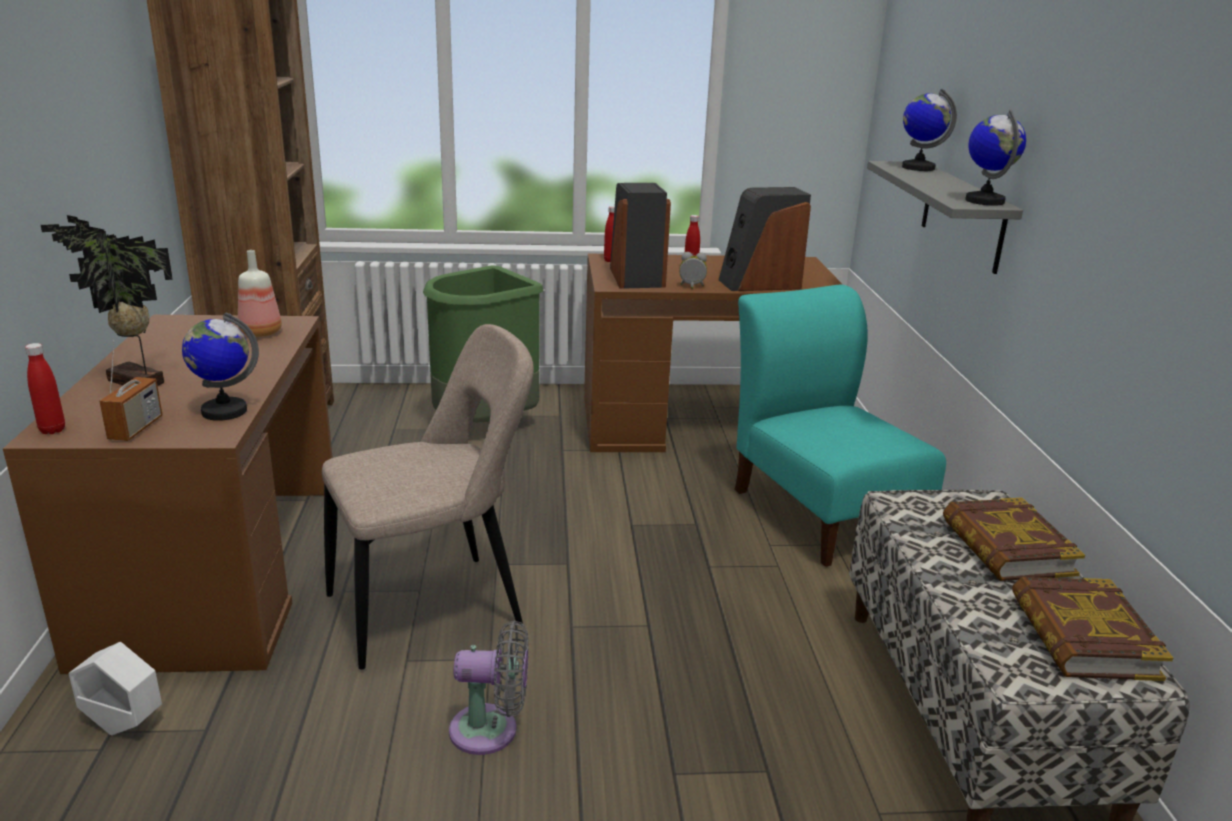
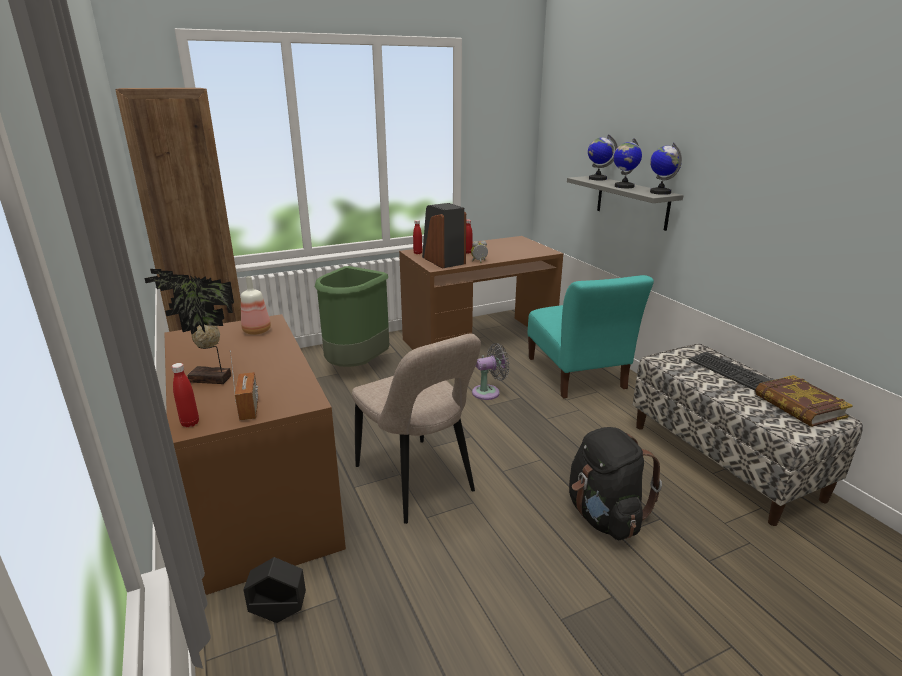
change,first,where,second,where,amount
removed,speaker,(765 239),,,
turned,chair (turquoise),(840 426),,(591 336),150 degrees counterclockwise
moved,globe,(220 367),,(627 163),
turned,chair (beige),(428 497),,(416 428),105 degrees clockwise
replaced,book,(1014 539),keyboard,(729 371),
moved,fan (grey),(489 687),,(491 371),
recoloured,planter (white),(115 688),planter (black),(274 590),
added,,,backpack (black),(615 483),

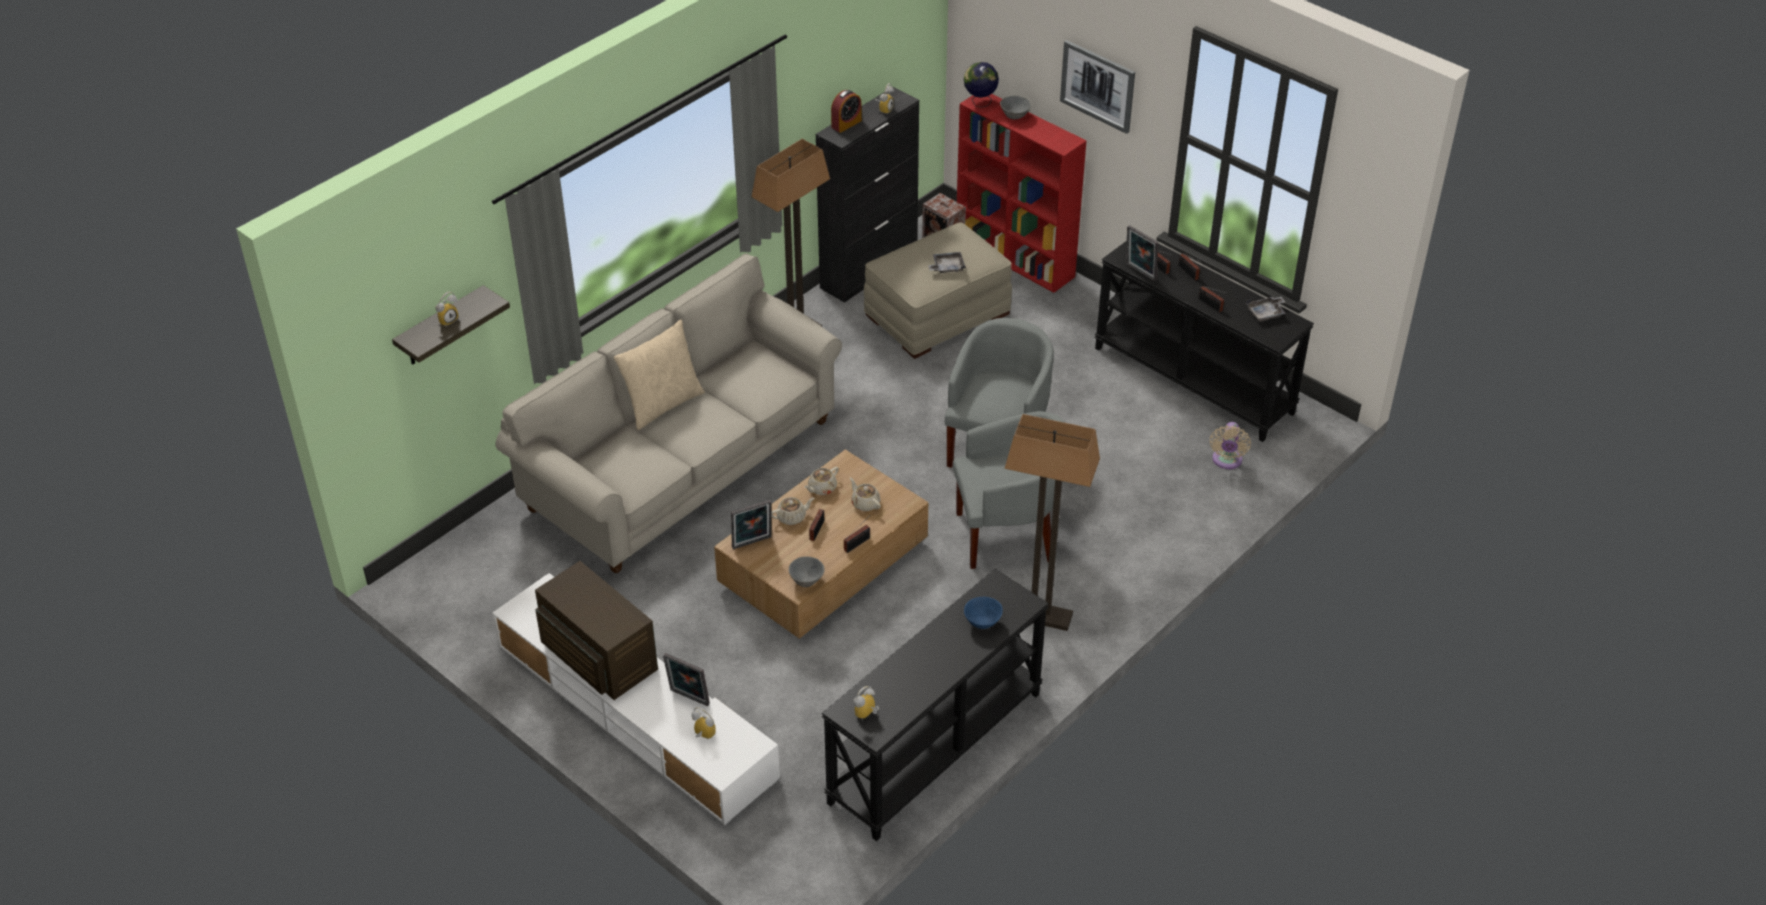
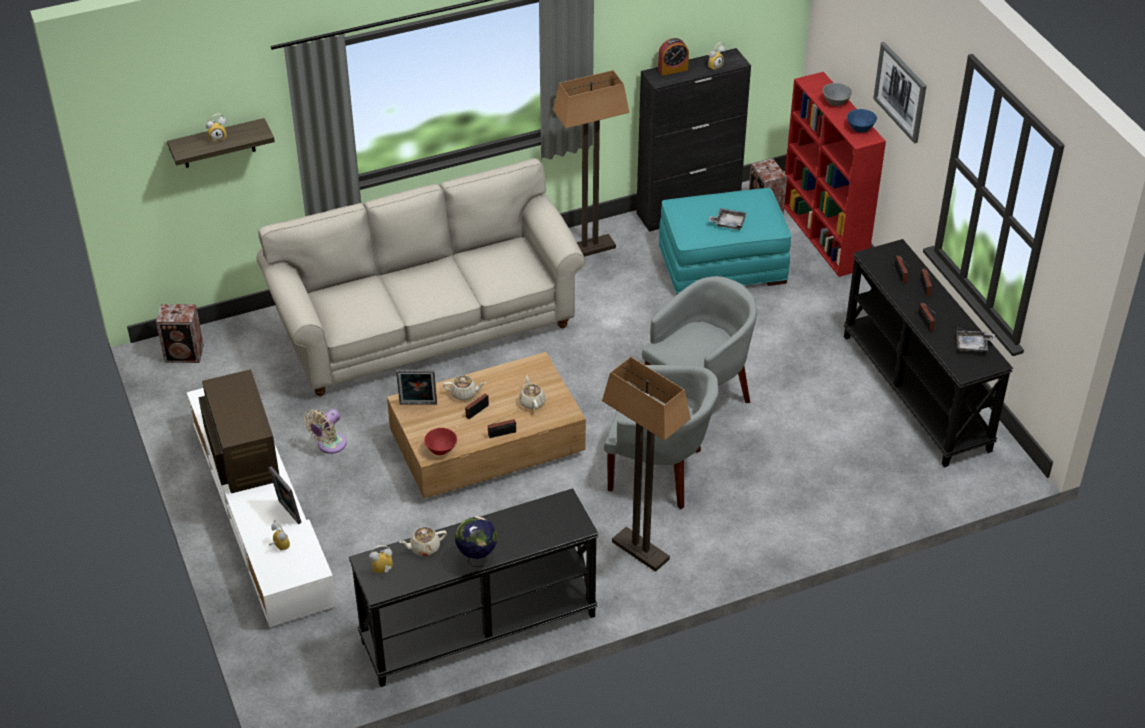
change,first,where,second,where,amount
moved,globe,(981 84),,(476 541),
recoloured,ottoman (beige),(938 290),ottoman (turquoise),(725 241),
removed,picture frame,(1142 253),,,
removed,pillow (beige),(659 375),,,
moved,fan (beige),(1230 445),,(325 431),
moved,teapot (beige),(821 481),,(423 541),
recoloured,bowl (grey),(807 571),bowl (red),(440 441),
moved,bowl (blue),(983 613),,(862 121),
added,,,speaker,(180 333),

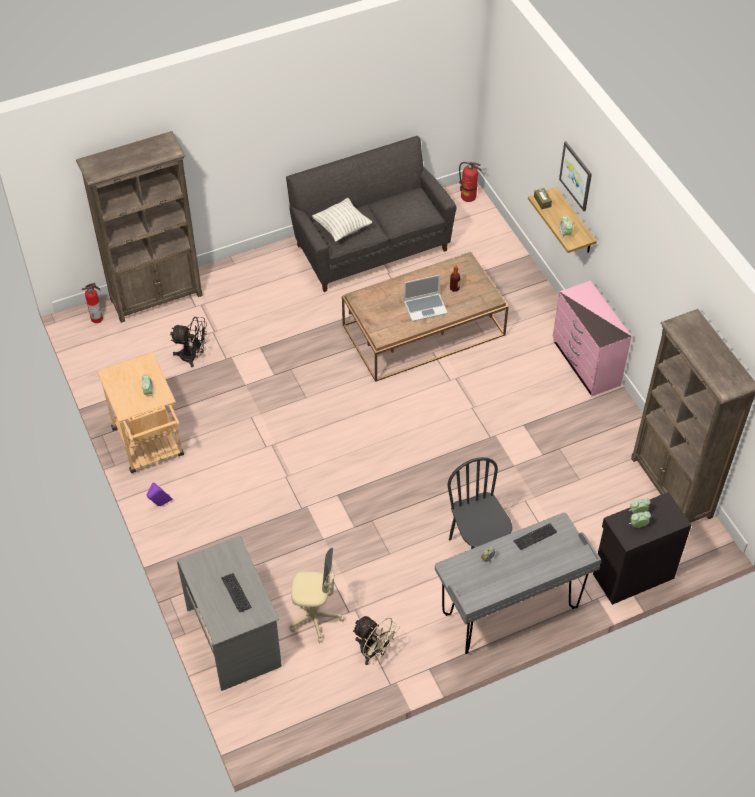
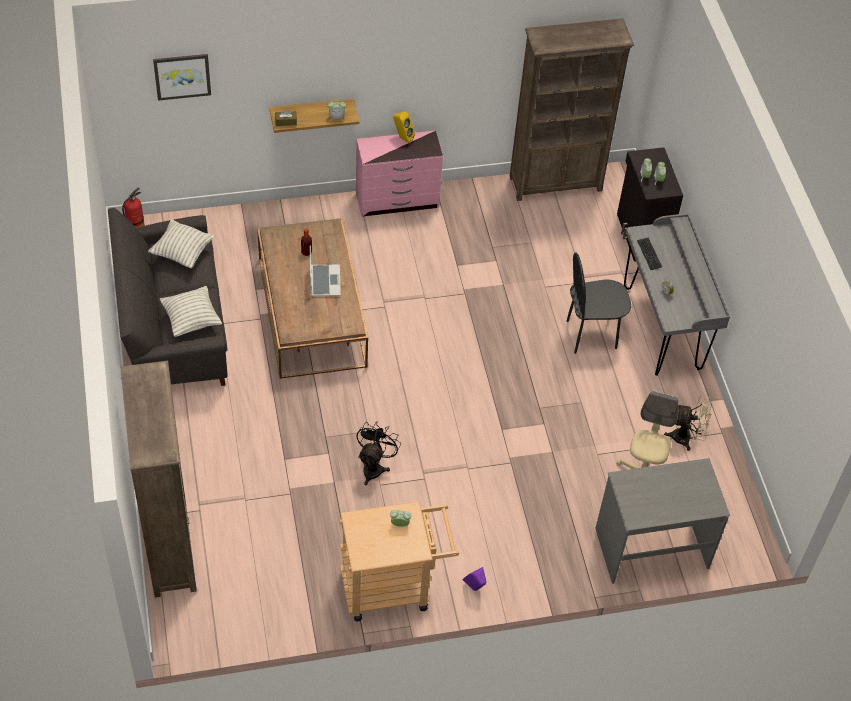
change,first,where,second,where,amount
moved,picture,(575 176),,(182 77),
removed,fire extinguisher,(92 303),,,
moved,fan (black),(188 342),,(378 453),
removed,keyboard,(236 592),,,
turned,fan (beige),(376 640),,(688 423),45 degrees clockwise
added,,,speaker (yellow),(404 127),
added,,,pillow,(181 244),

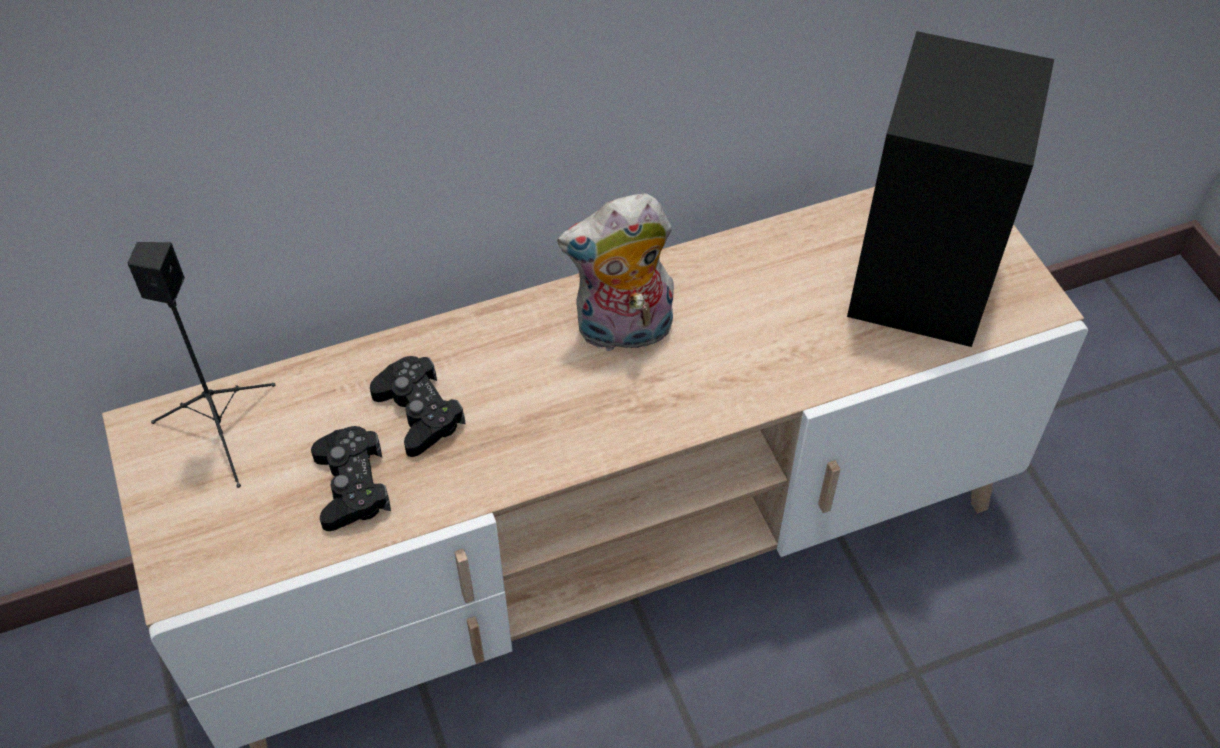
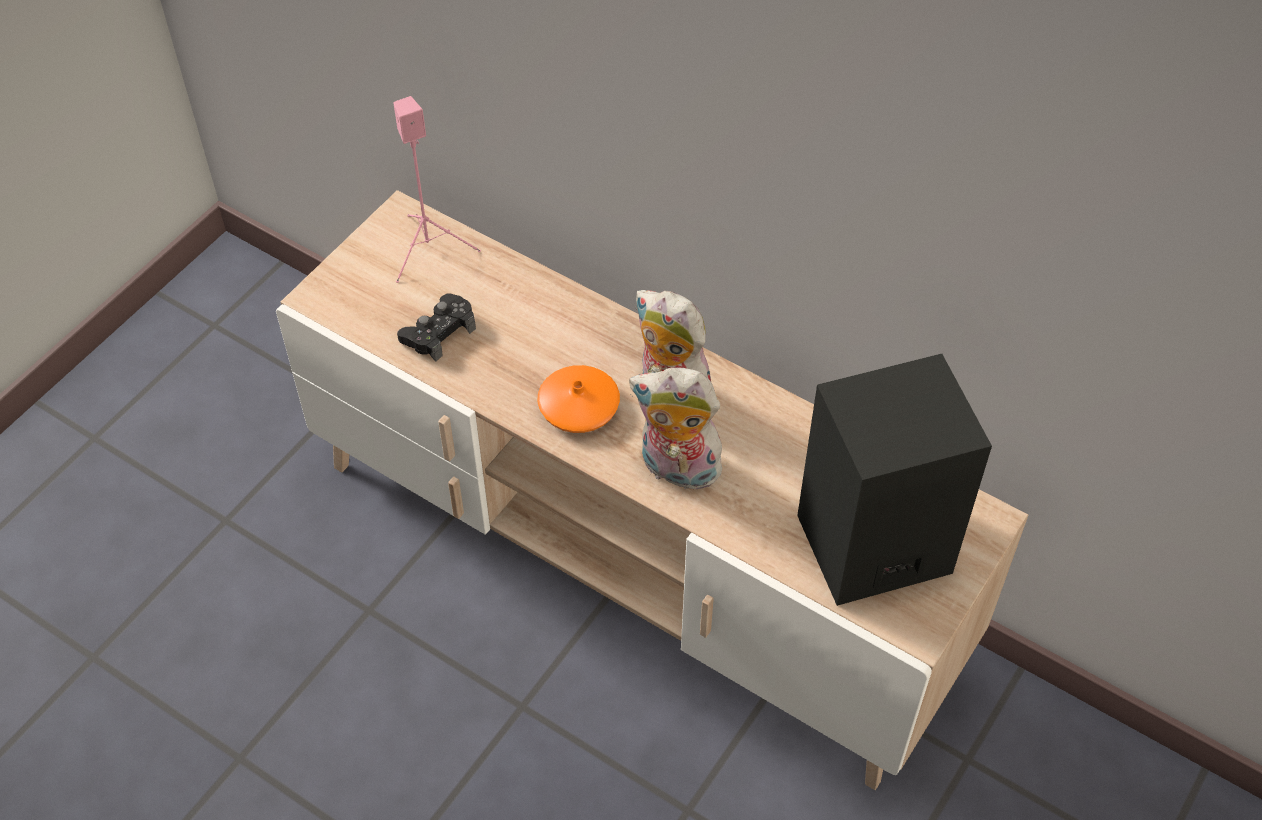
change,first,where,second,where,amount
recoloured,speaker (black),(201 365),speaker (pink),(437 189),
removed,game controller (black),(418 406),,,
added,,,vase (orange),(579 399),
added,,,plush toy,(679 428),

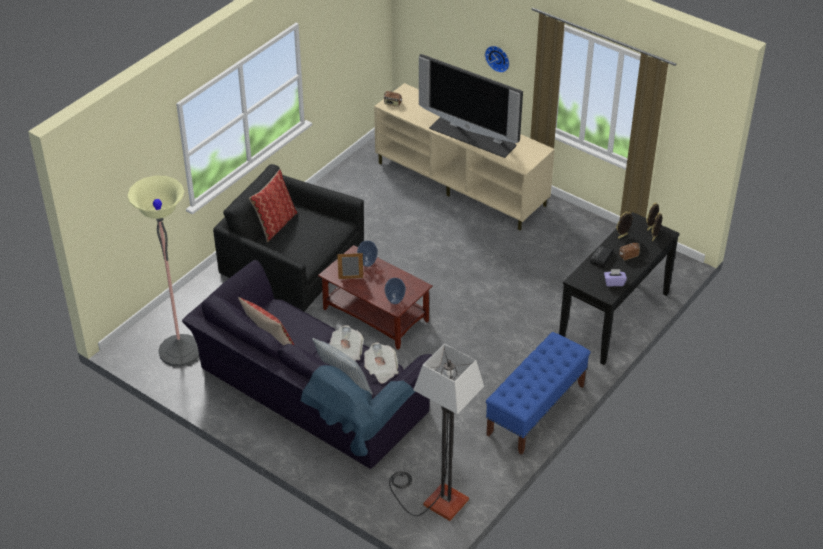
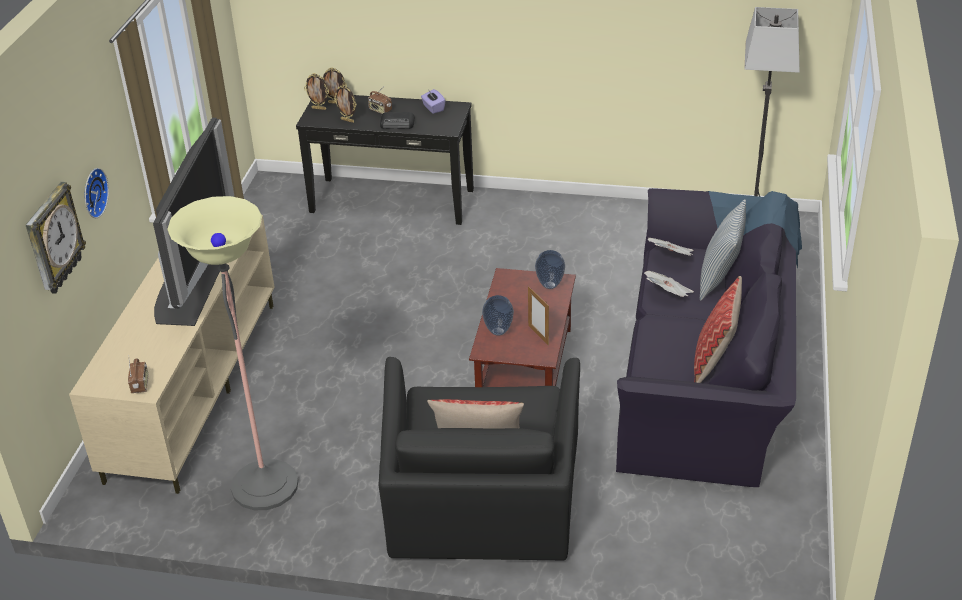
change,first,where,second,where,amount
moved,floor lamp,(163 270),,(233 353),
removed,bench (blue),(538 393),,,
added,,,wall clock,(56 238),

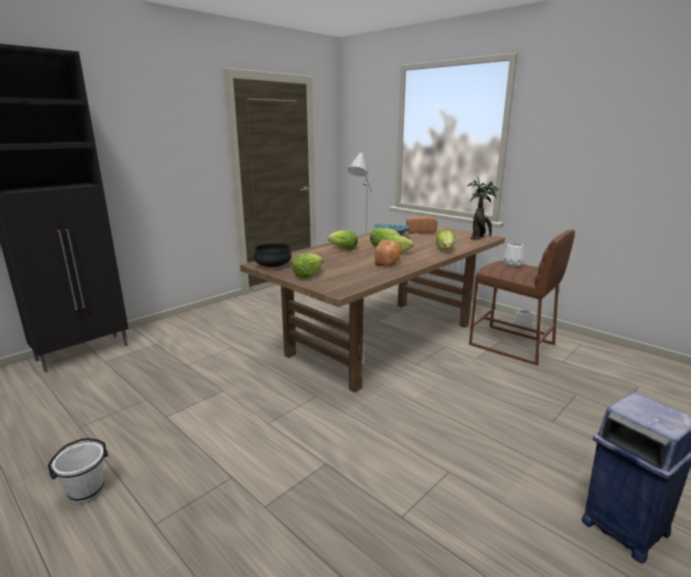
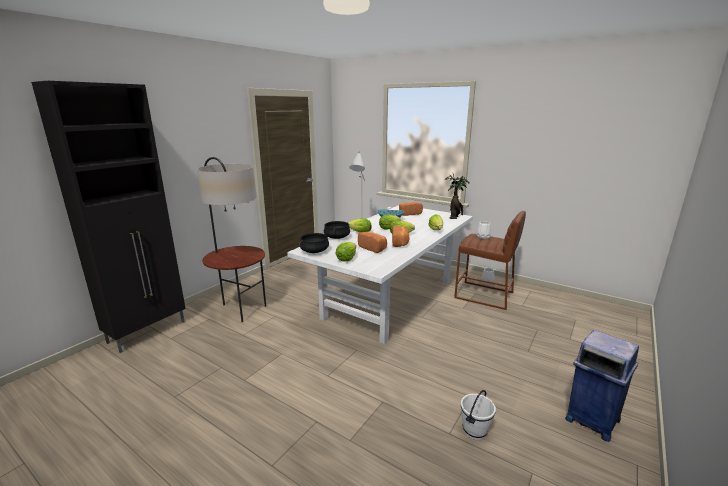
change,first,where,second,where,amount
recoloured,dining table (brown),(372 308),dining table (white),(380 274),
moved,bucket (white),(78 471),,(478 415),
added,,,floor lamp,(231 239),
added,,,cooking pot (black),(337 230),
added,,,bread,(372 242),

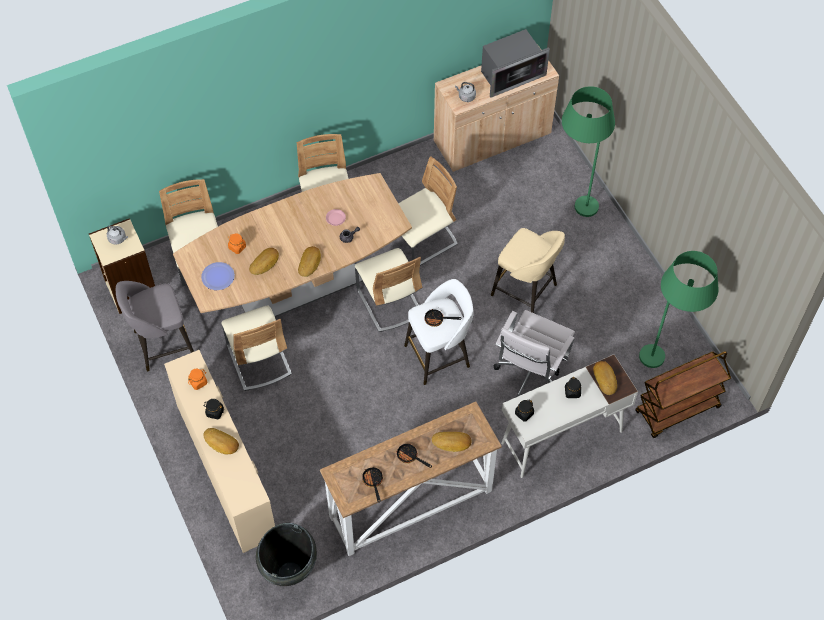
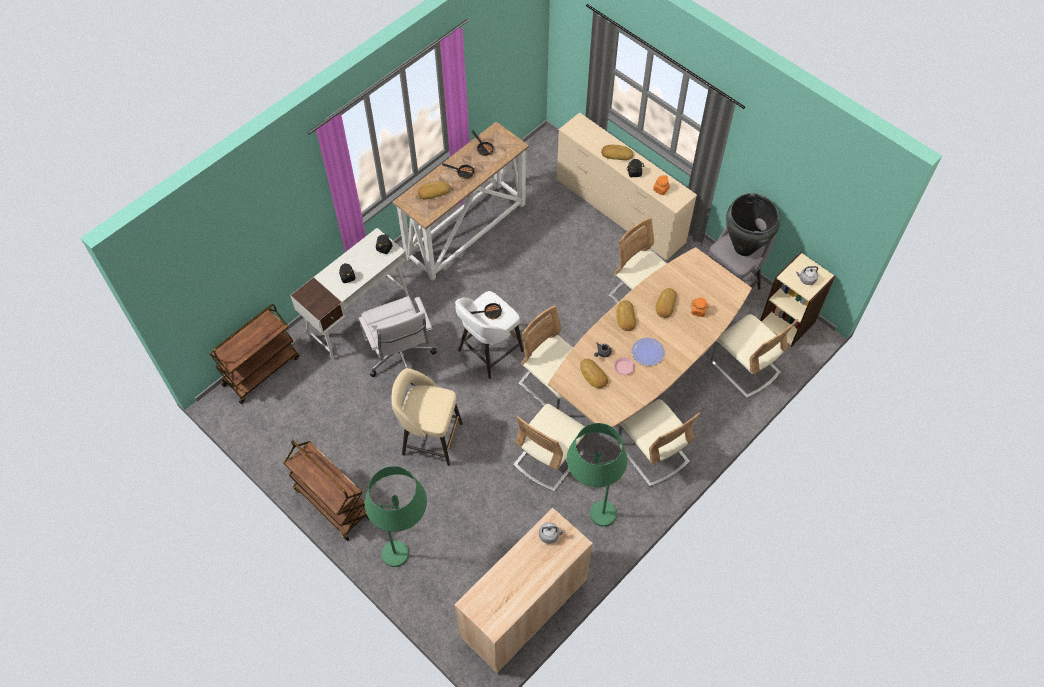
change,first,where,second,where,amount
removed,microwave,(515 63),,,
moved,floor lamp (green),(679 309),,(597 475),
moved,plate,(218 276),,(648 352),
turned,office chair (white),(534 353),,(397 340),150 degrees clockwise
moved,bread,(605 378),,(594 373),
moved,vase (black),(286 554),,(753 224),
added,,,cart (brown),(327 491),

